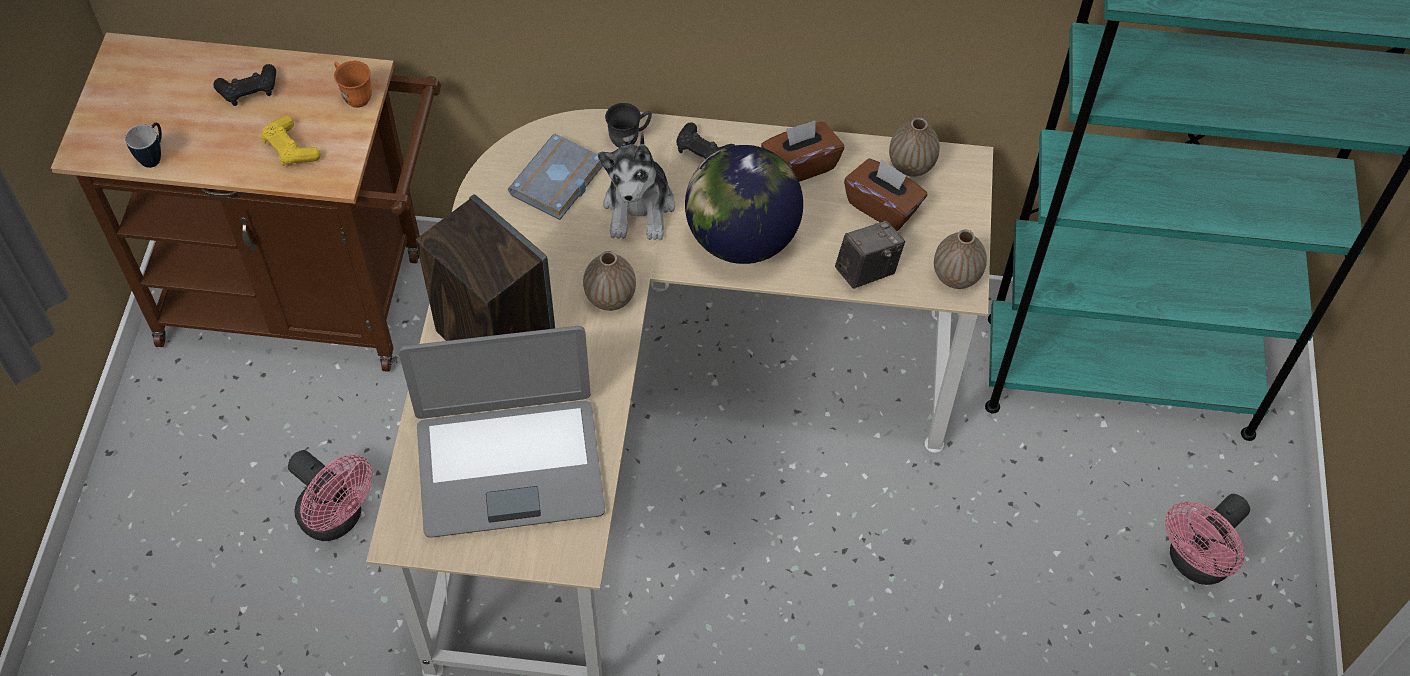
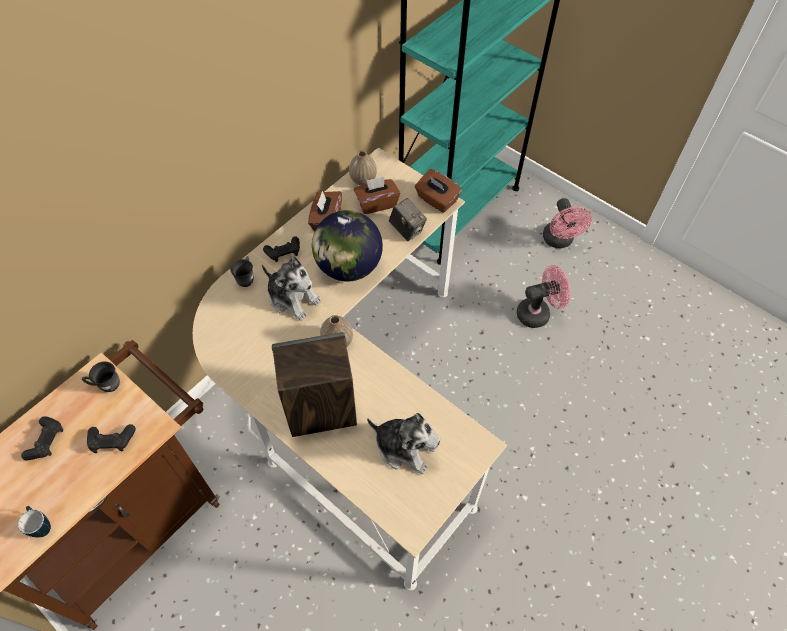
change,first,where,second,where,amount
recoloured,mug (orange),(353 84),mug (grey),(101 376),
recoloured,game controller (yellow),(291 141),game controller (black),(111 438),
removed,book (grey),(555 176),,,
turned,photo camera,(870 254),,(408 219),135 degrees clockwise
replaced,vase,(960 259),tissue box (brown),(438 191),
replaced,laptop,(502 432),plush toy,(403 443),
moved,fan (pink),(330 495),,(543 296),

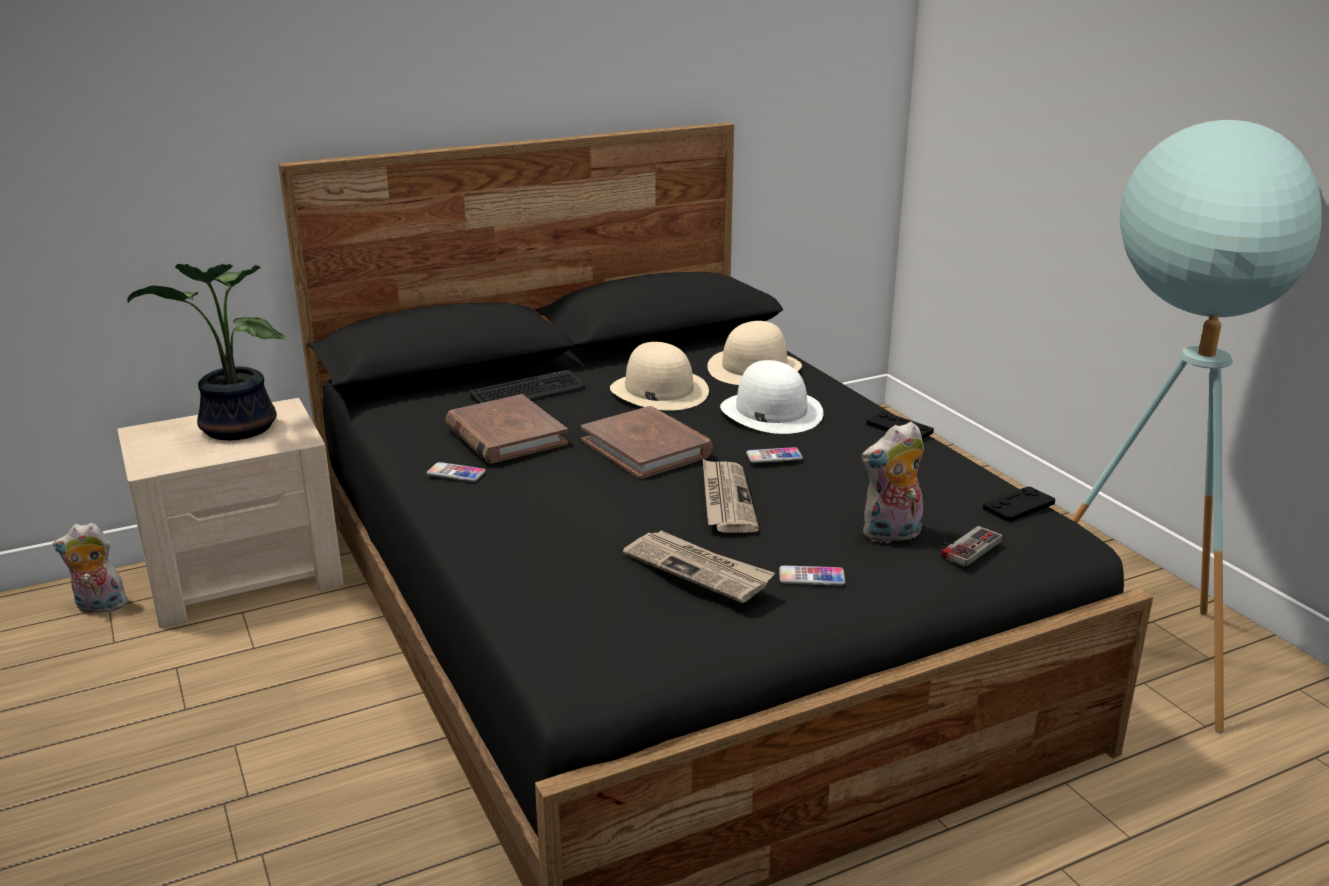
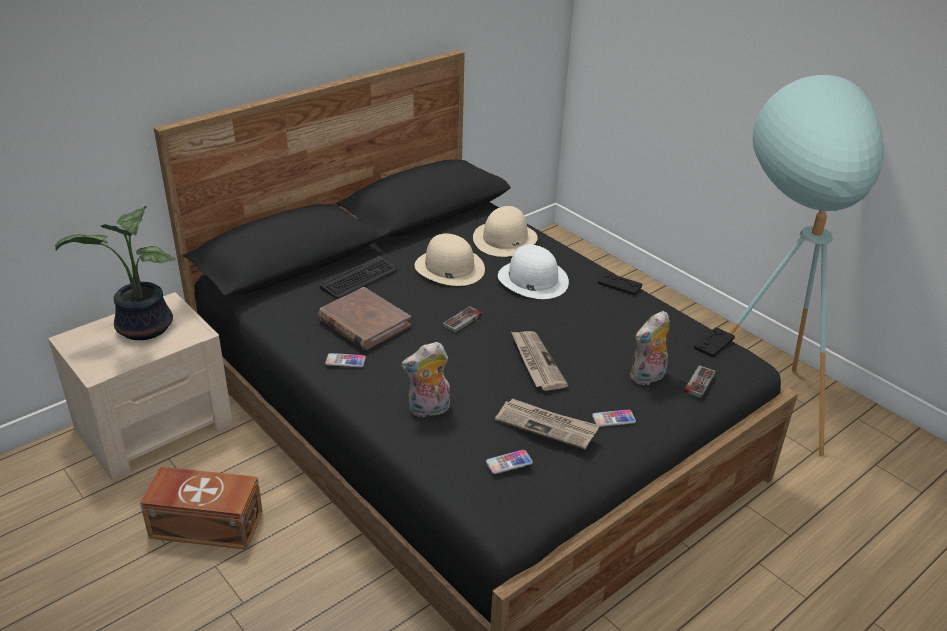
change,first,where,second,where,amount
replaced,book (brown),(647 442),game controller,(462 319),
moved,phone,(774 455),,(509 462),
moved,plush toy,(90 568),,(425 379),
added,,,storage box (brown),(201 508),

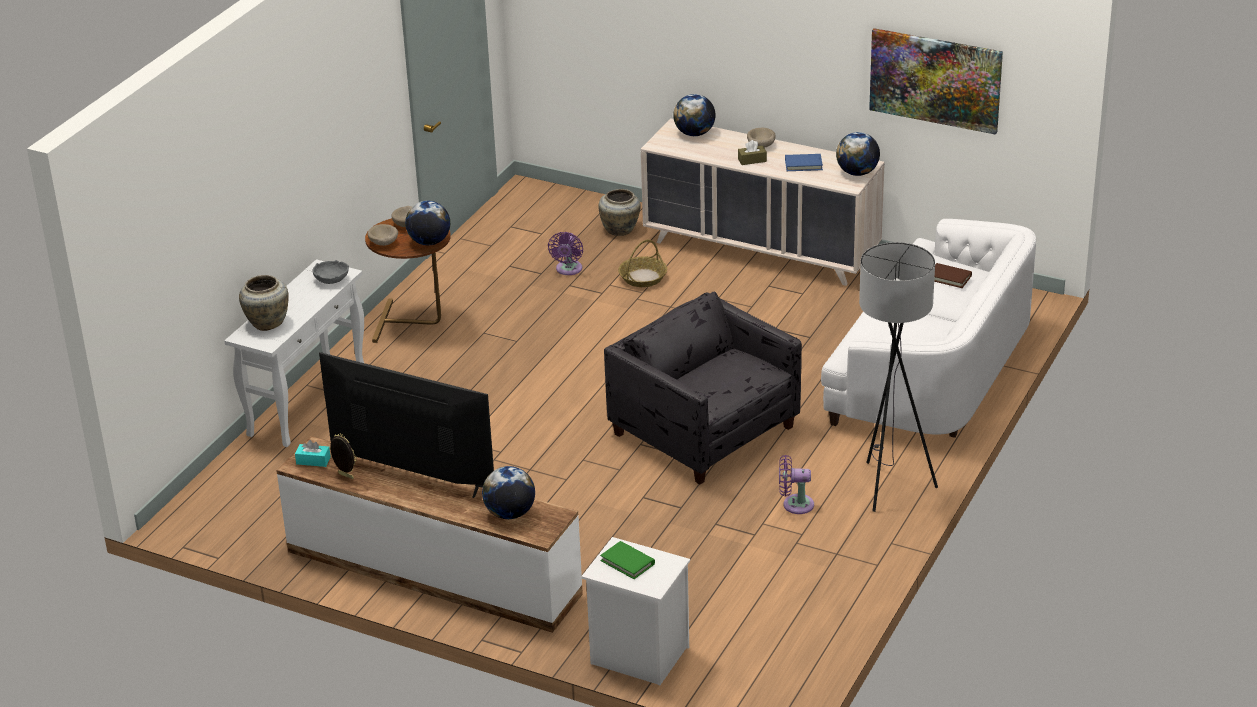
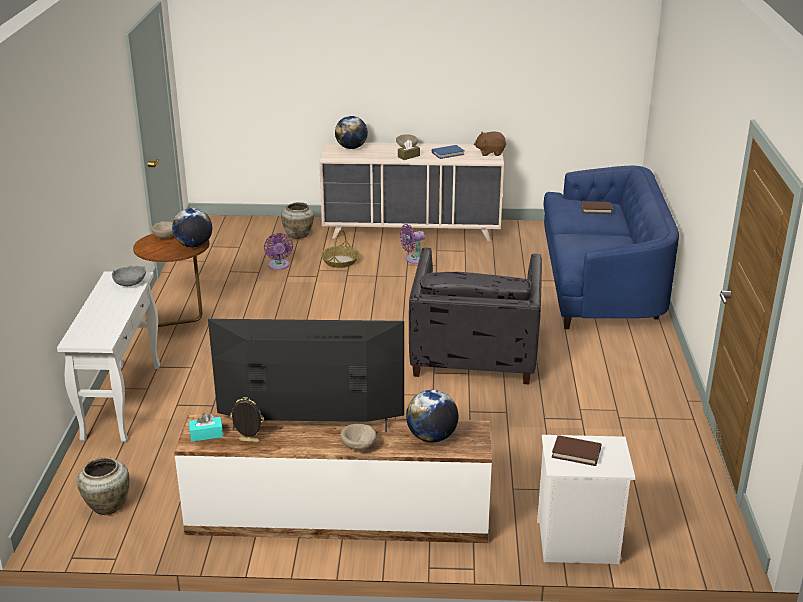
change,first,where,second,where,amount
removed,picture,(936 81),,,
replaced,globe,(858 154),plush toy (brown),(490 144),
recoloured,sofa (white),(928 328),sofa (blue),(611 247),
moved,bowl (beige),(383 235),,(358 437),
removed,floor lamp (grey),(898 377),,,
moved,vase (beige),(264 303),,(103 486),
turned,armchair (grey),(703 387),,(475 315),105 degrees counterclockwise
moved,fan (purple),(796 484),,(412 244),
recoloured,book (green),(627 560),book (brown),(576 450),

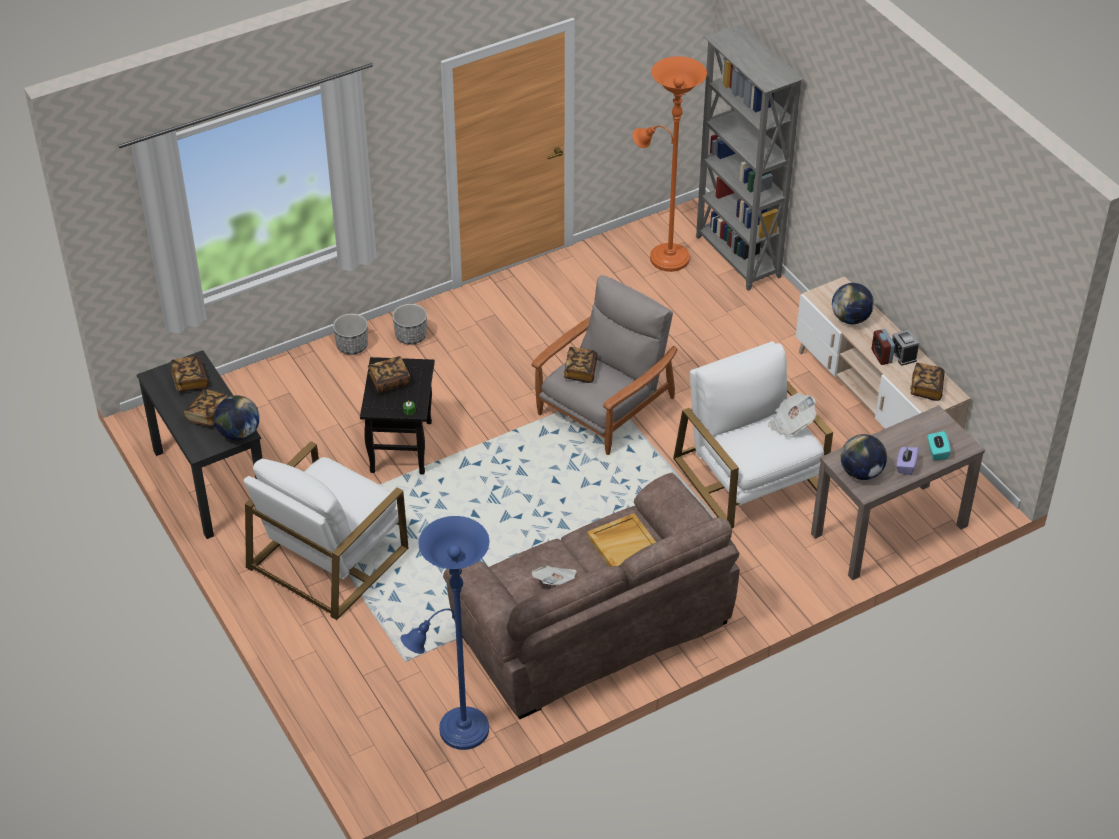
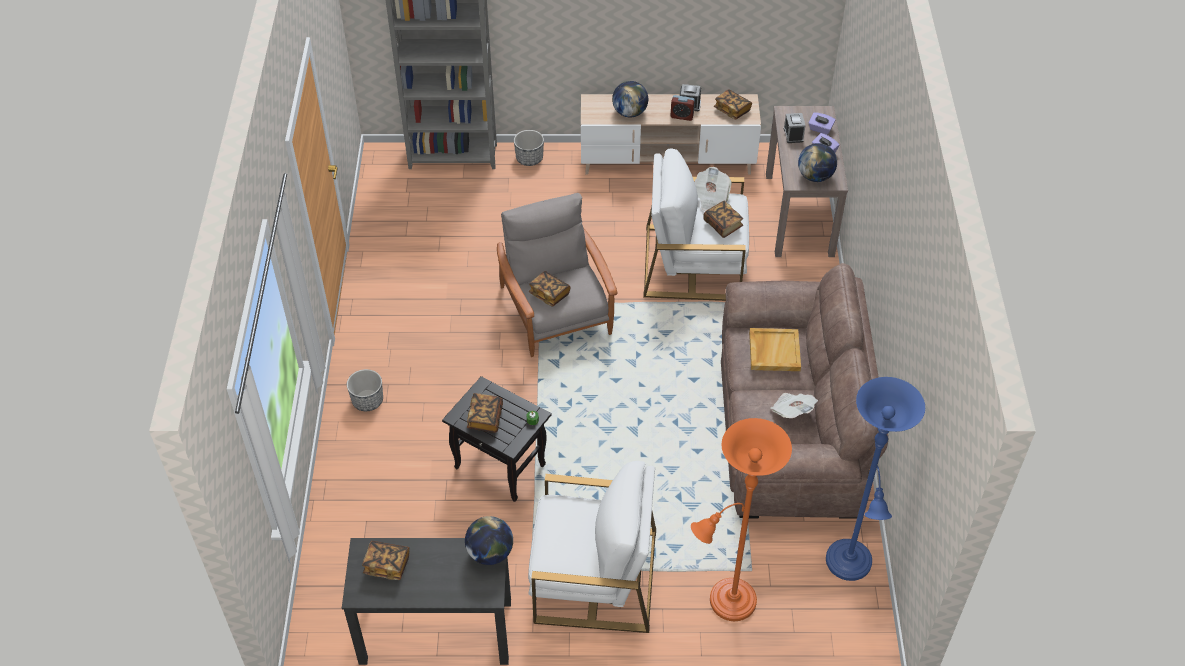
change,first,where,second,where,amount
moved,floor lamp (orange),(669 164),,(741 519),
moved,planter,(350 334),,(529 148),
moved,book,(206 407),,(723 219),
recoloured,tissue box (turquoise),(939 445),tissue box (purple),(822 123),
turned,armchair (white),(326 530),,(592 547),60 degrees counterclockwise
added,,,alarm clock,(795 128),

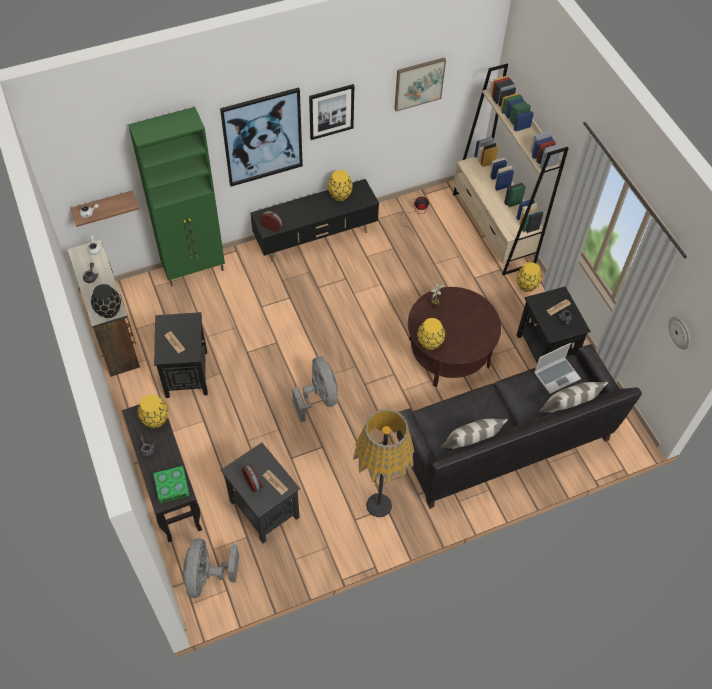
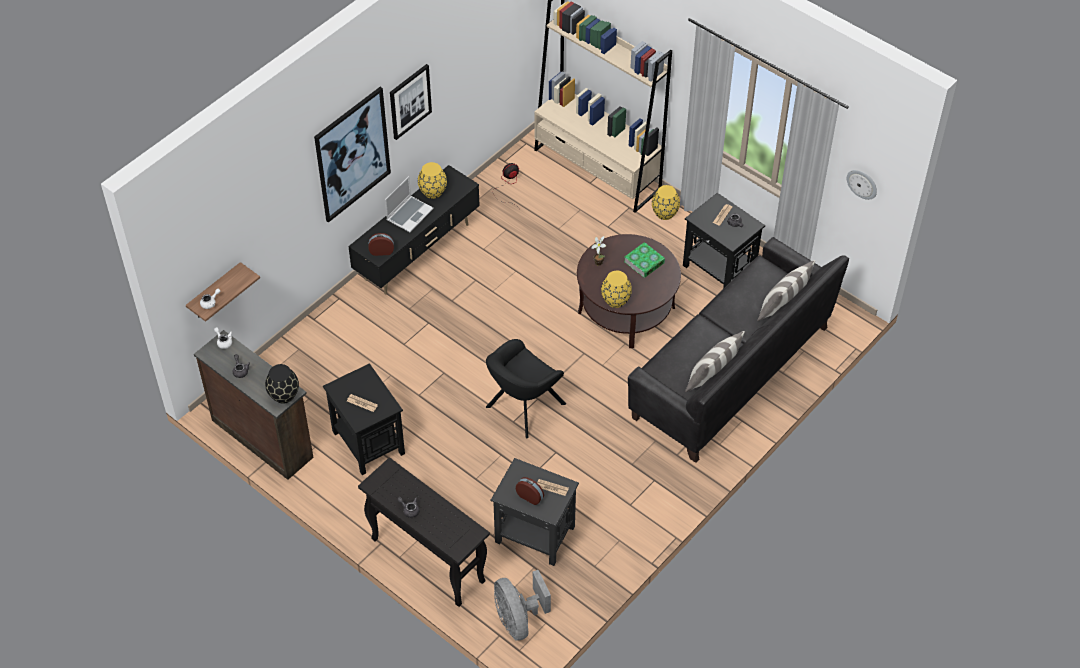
change,first,where,second,where,amount
removed,picture,(420 84),,,
removed,cabinet (green),(176 197),,,
moved,laptop,(557 368),,(409 204),
replaced,fan (grey),(315 389),armchair (black),(526 388),
removed,vase (yellow),(153 411),,,
removed,floor lamp,(384 463),,,
moved,book,(171 484),,(644 260),

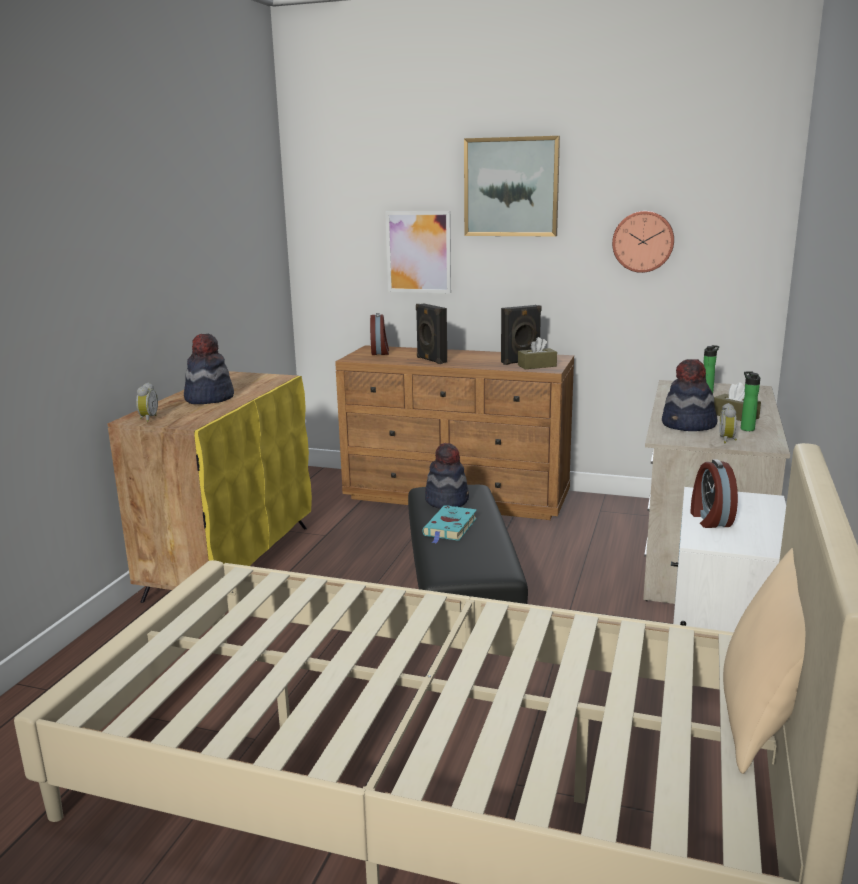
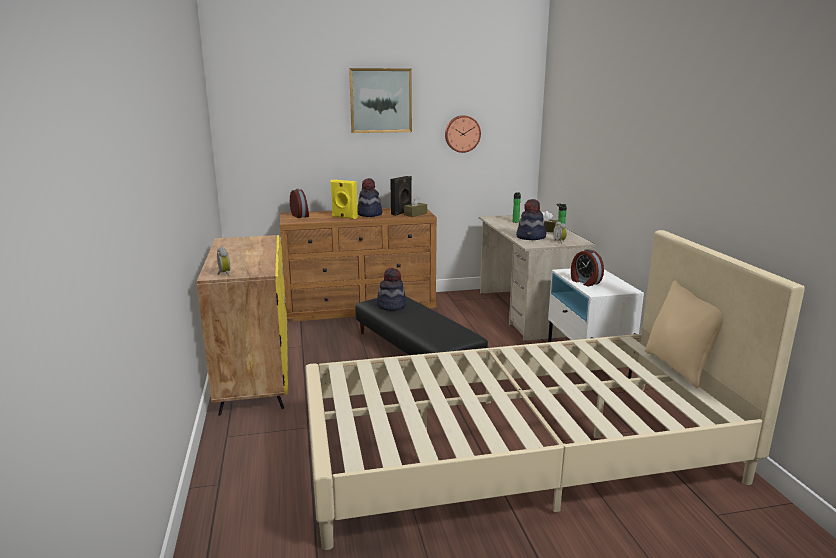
change,first,where,second,where,amount
removed,picture,(418 252),,,
recoloured,speaker (black),(431 334),speaker (yellow),(344 199),
moved,hat,(209 369),,(369 197),
removed,book (turquoise),(449 524),,,

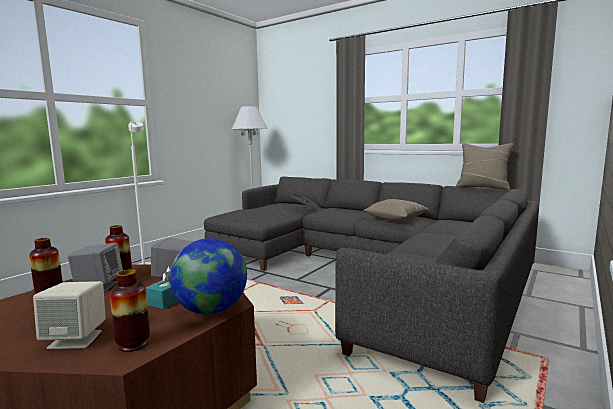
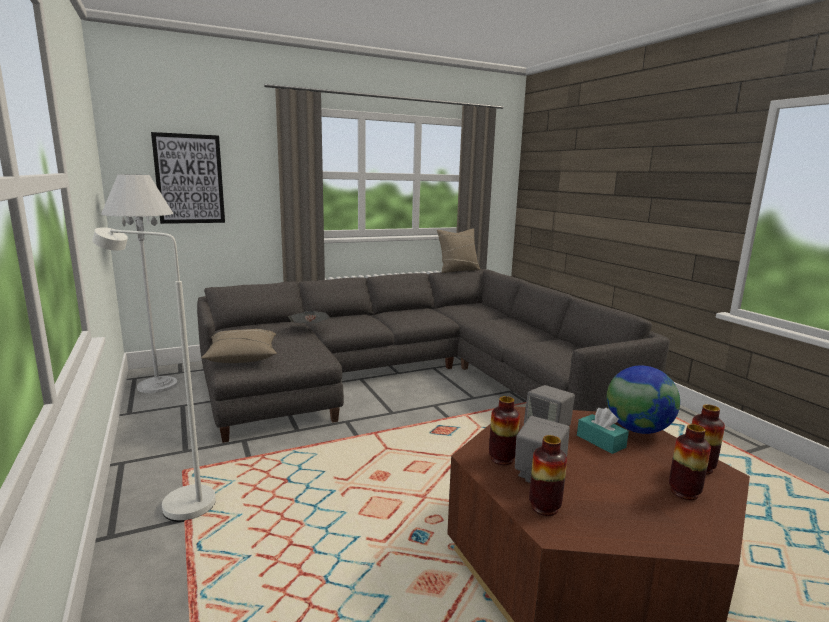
change,first,where,second,where,amount
moved,pillow (beige),(396 210),,(239 346),
replaced,speaker (beige),(69 315),vase,(690 462),
added,,,picture,(188 178),

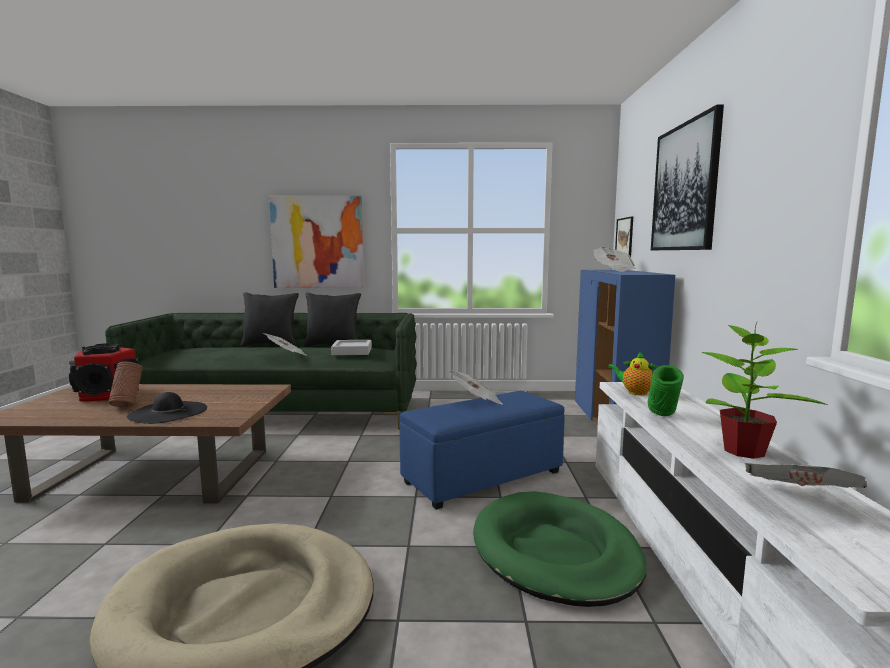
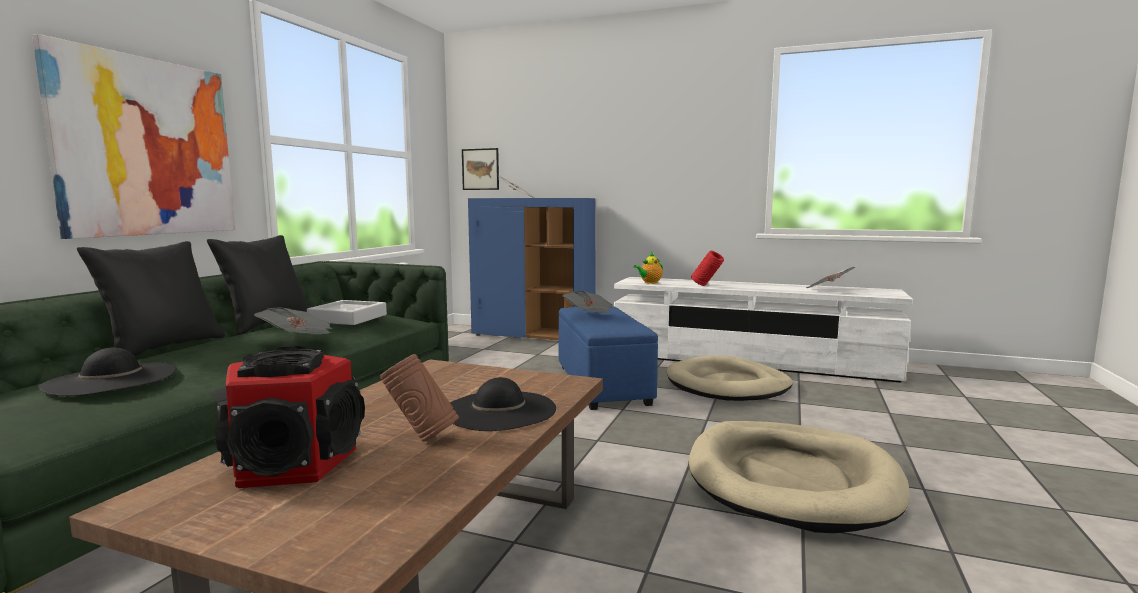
change,first,where,second,where,amount
removed,picture,(687 177),,,
removed,potted plant,(764 390),,,
recoloured,vase (green),(666 390),vase (red),(707 268),
recoloured,dog bed (green),(560 549),dog bed (beige),(730 378),
added,,,hat (black),(108 371),

